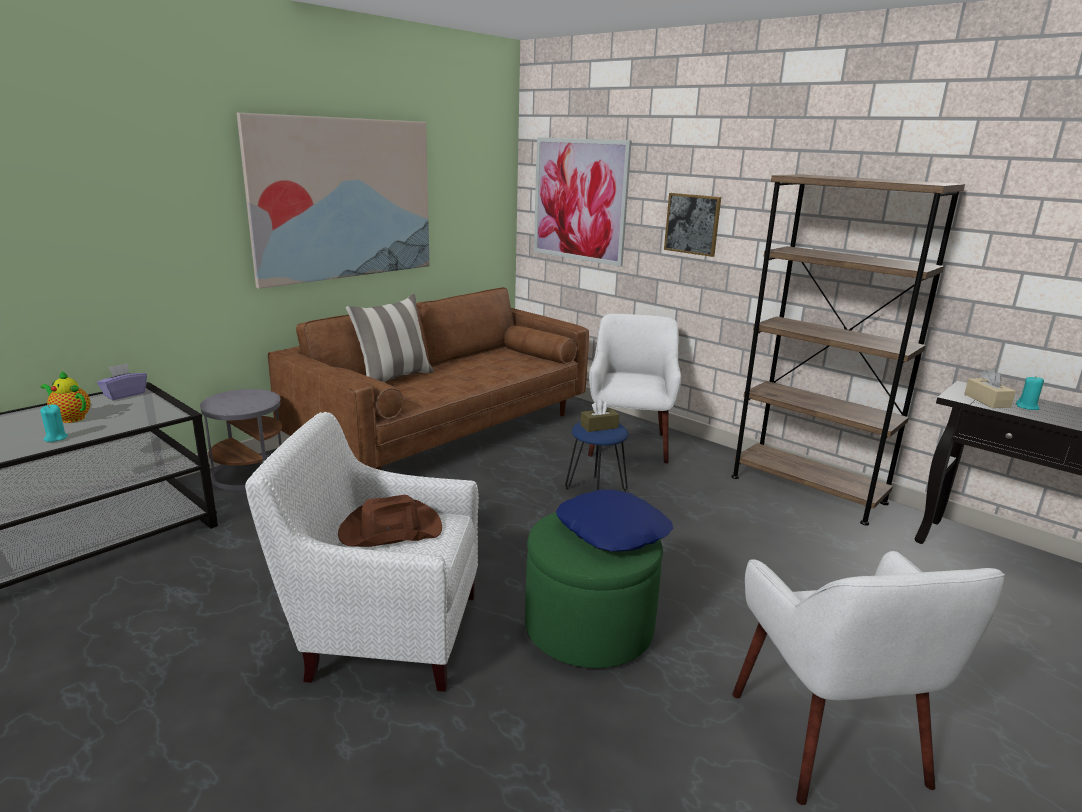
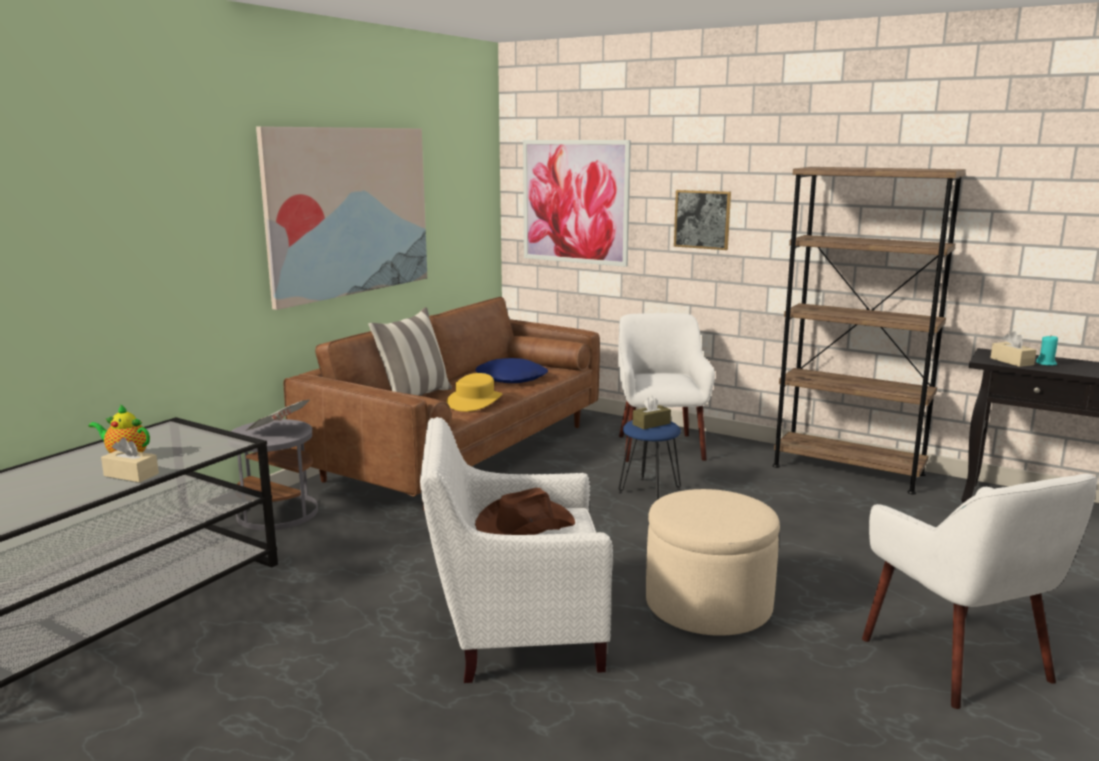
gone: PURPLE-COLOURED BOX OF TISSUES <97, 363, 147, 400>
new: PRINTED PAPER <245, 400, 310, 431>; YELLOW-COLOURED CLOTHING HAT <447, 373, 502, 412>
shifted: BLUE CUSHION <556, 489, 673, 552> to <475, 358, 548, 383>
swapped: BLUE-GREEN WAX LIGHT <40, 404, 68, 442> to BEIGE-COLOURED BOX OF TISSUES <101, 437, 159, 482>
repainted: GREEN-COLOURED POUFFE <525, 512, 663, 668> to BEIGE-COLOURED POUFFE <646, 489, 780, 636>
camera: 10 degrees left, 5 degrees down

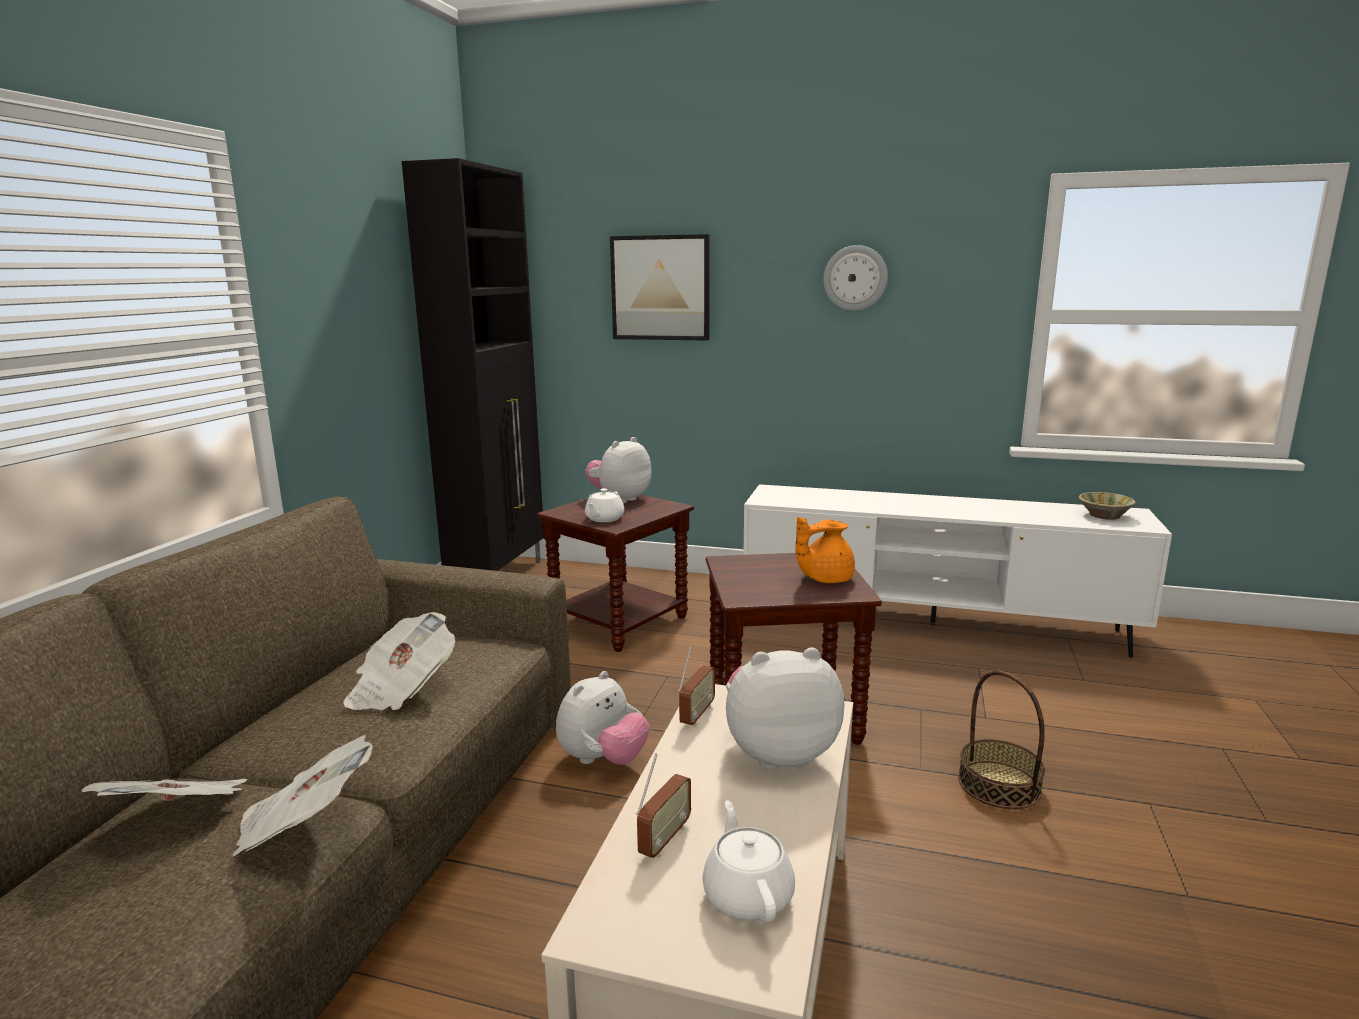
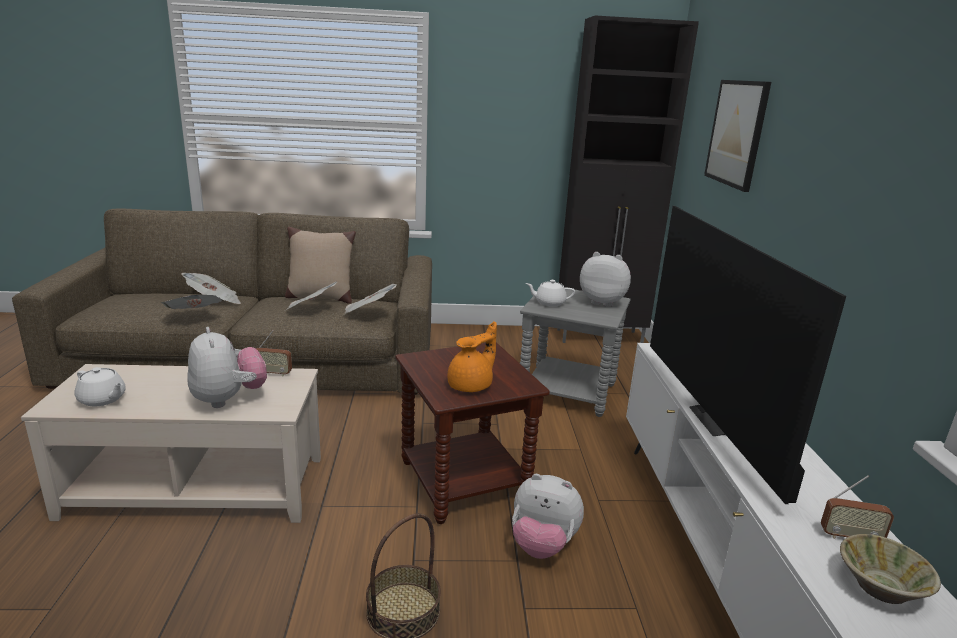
gone: WALL CLOCK <823, 245, 888, 311>
new: BEIGE-COLOURED CUSHION <285, 227, 356, 304>; PRINTED PAPER <345, 283, 397, 314>; TV SET <650, 206, 846, 504>
shifted: SOFT TOY <556, 671, 649, 765> to <512, 474, 584, 559>; RADIO <636, 753, 691, 858> to <821, 475, 894, 539>
repainted: BROWN-COLOURED END TABLE <537, 494, 694, 652> to GREY END TABLE <520, 289, 630, 417>
rotated: WHITE POT FOR TEA <702, 800, 795, 922> = <74, 367, 126, 407> 60 degrees clockwise; ORANGE-COLOURED POT FOR TEA <795, 517, 855, 583> = <448, 321, 497, 392> 90 degrees clockwise
camera: 70 degrees right, 5 degrees up

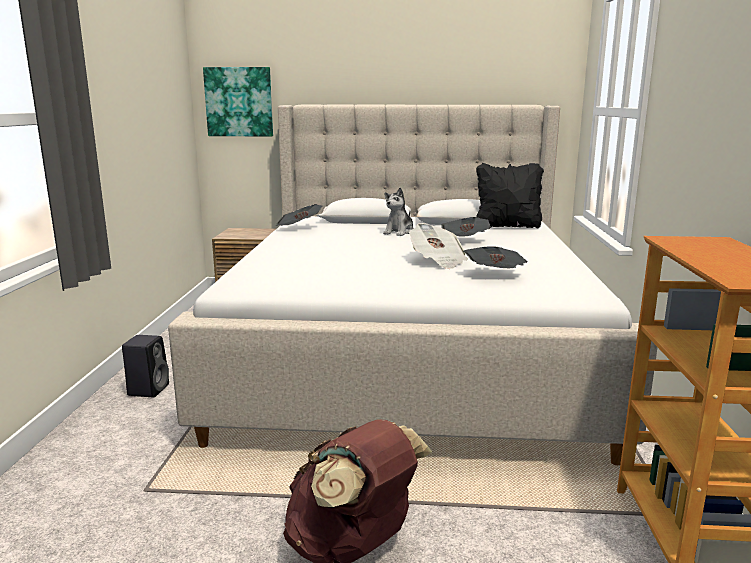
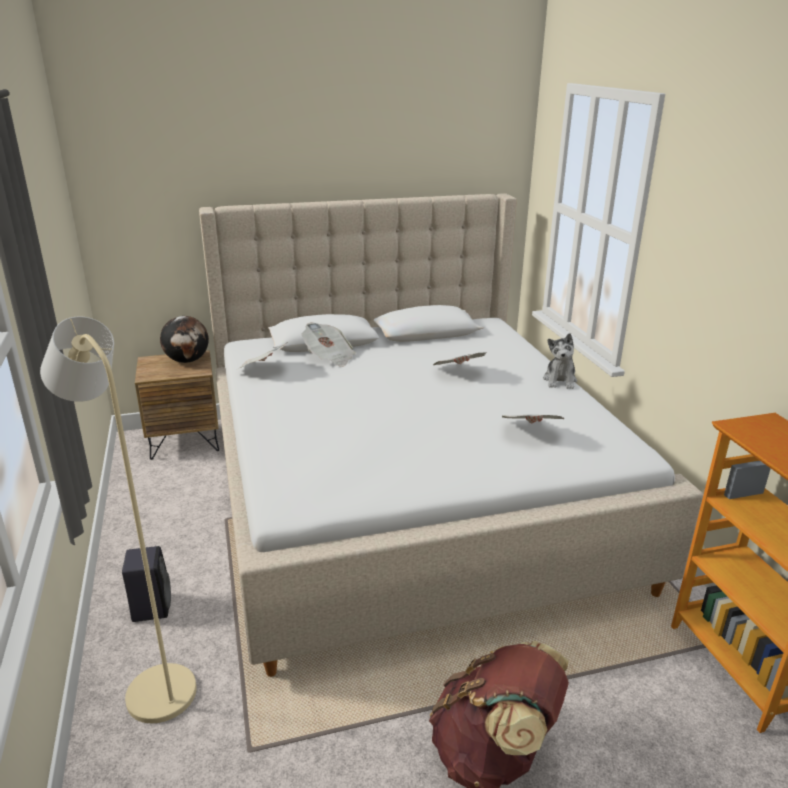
gone: PICTURE <203, 67, 273, 137>; BLACK-COLOURED CUSHION <476, 163, 544, 229>
new: BEIGE-COLOURED FLOOR LAMP <40, 317, 197, 723>; DESK GLOBE <160, 316, 209, 363>
shifted: SOFT TOY <383, 187, 414, 236> to <543, 333, 577, 389>; PRINTED PAPER <409, 223, 468, 269> to <301, 322, 356, 367>
camera: 20 degrees left, 10 degrees up

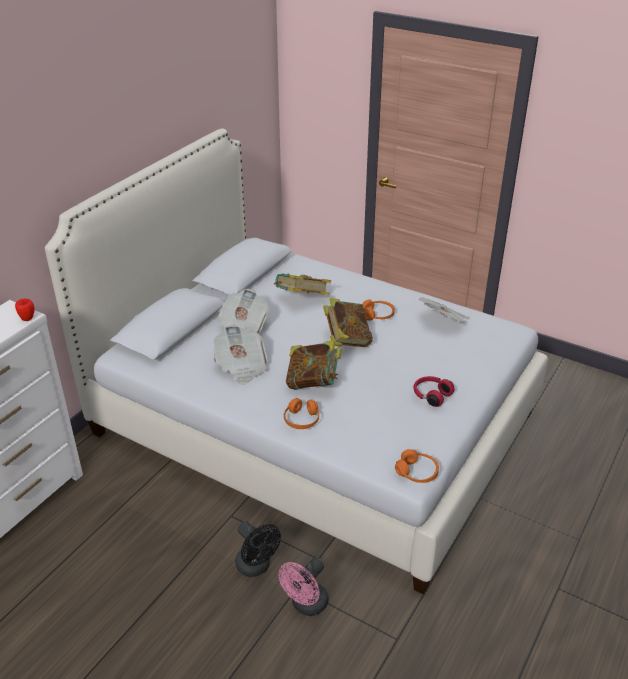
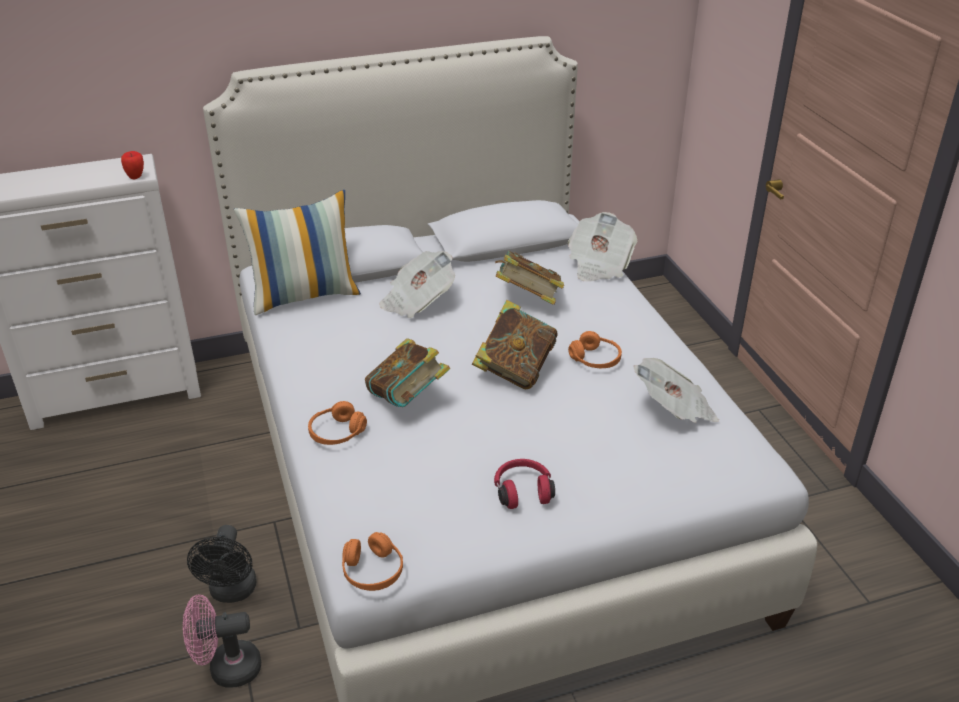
new: CUSHION <234, 190, 361, 315>
shifted: PRINTED PAPER <213, 325, 268, 385> to <568, 212, 637, 282>
camera: 40 degrees right, 0 degrees up

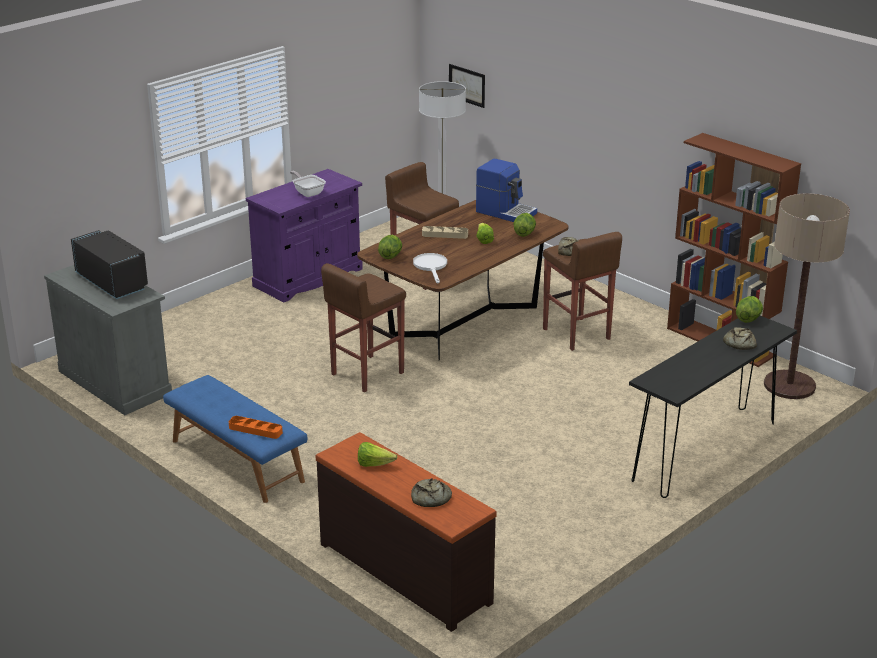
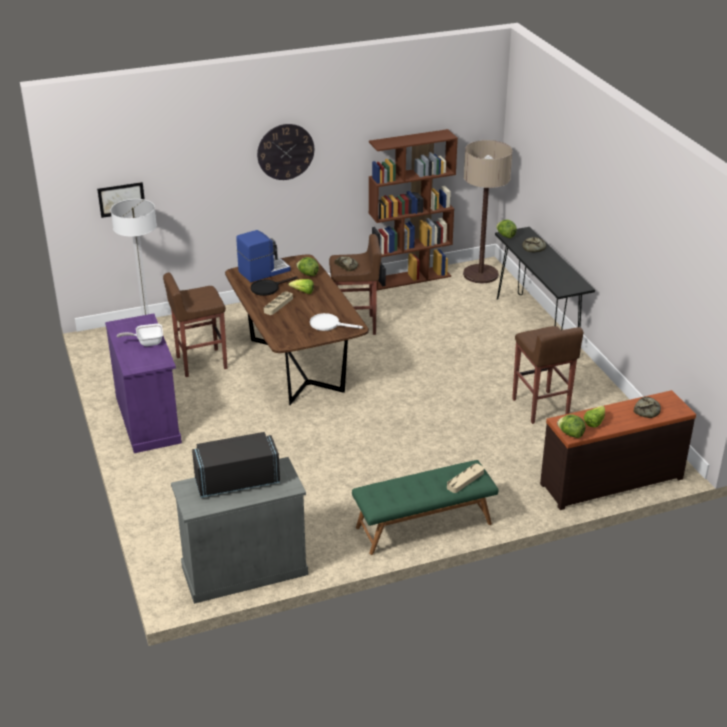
new: BLACK-COLOURED FRYING PAN <251, 276, 298, 296>; WALL CLOCK <257, 124, 314, 180>
shifted: BROWN-COLOURED STOOL SEAT <321, 263, 406, 392> to <512, 326, 583, 424>; LETTUCE <378, 235, 402, 259> to <557, 414, 586, 438>
repainted: BLUE LONG SEAT <163, 375, 307, 503> to GREEN-COLOURED LONG SEAT <352, 460, 499, 555>; ORANGE-COLOURED SERVING TRAY <229, 416, 283, 439> to BEIGE-COLOURED SERVING TRAY <447, 463, 484, 493>
camera: 65 degrees left, 5 degrees up

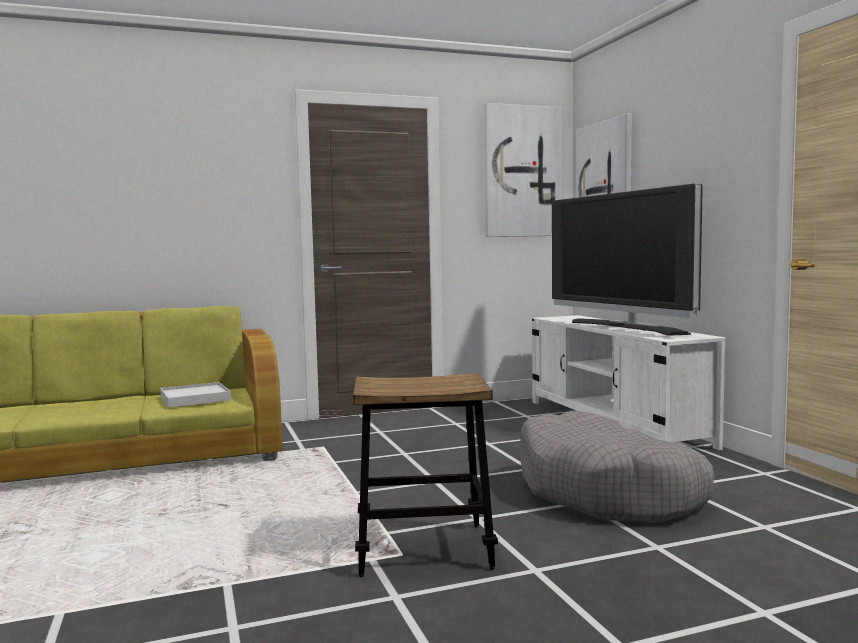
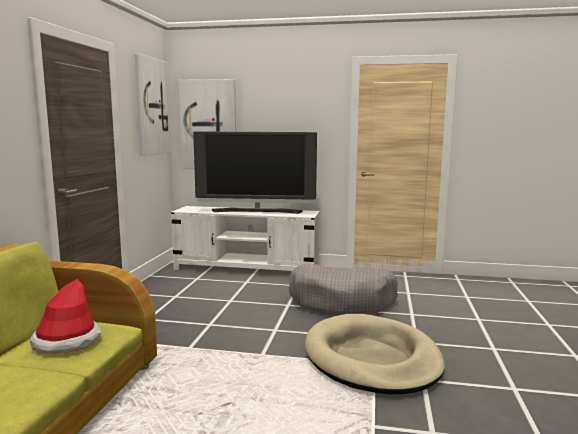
swapped: WHITE SERVING TRAY <160, 382, 231, 407> to CLOTHING HAT <30, 279, 101, 354>; STOOL SEAT <353, 373, 498, 577> to BEIGE-COLOURED PET BED <305, 314, 445, 394>
camera: 60 degrees left, 5 degrees up

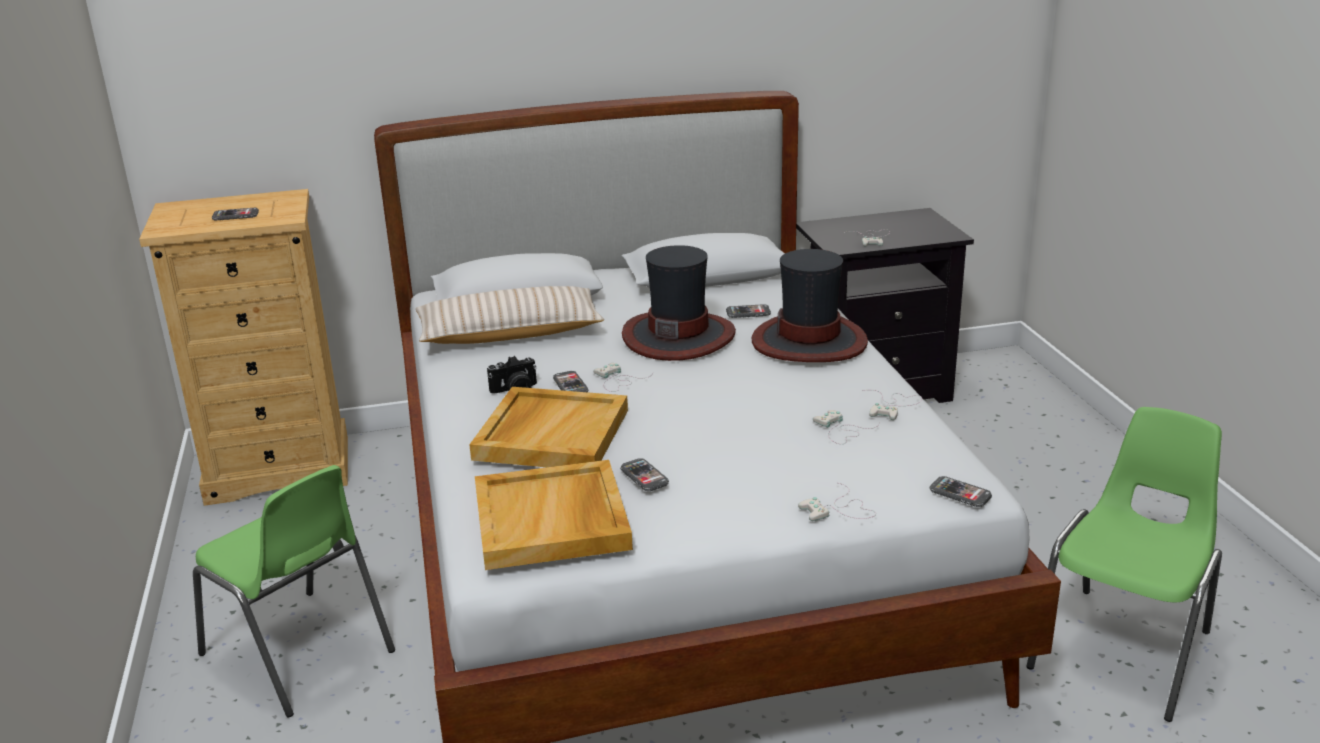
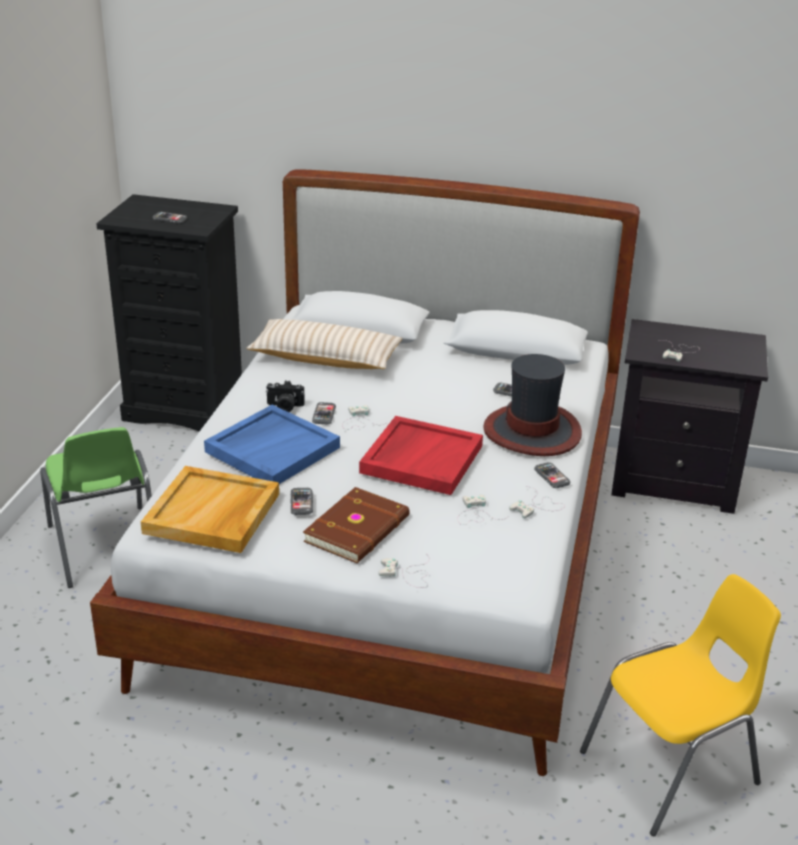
gone: CLOTHING HAT <622, 245, 736, 361>
new: BROWN-COLOURED BOOK <303, 487, 410, 563>; RED-COLOURED SERVING TRAY <359, 416, 483, 495>
shifted: TELEPHONE <930, 476, 992, 507> to <534, 462, 570, 488>
repainted: BEIGE-COLOURED CHEST OF DRAWERS <139, 189, 348, 506> to BLACK-COLOURED CHEST OF DRAWERS <96, 194, 242, 431>; BEIGE-COLOURED SERVING TRAY <469, 387, 628, 467> to BLUE SERVING TRAY <204, 405, 340, 484>; GREEN-COLOURED PLAIN CHAIR <1026, 407, 1222, 722> to YELLOW-COLOURED PLAIN CHAIR <580, 574, 781, 836>
camera: 25 degrees right, 5 degrees up

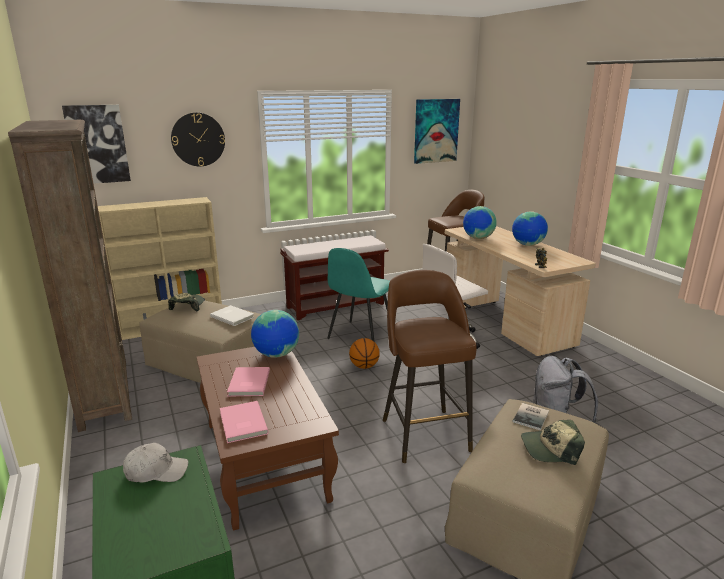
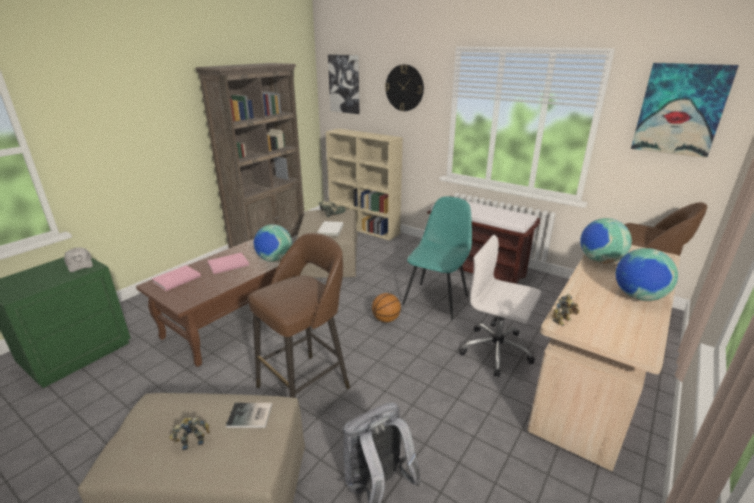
swapped: PEAKED CAP <521, 420, 585, 465> to TOY ROBOT <169, 417, 210, 450>
rotated: BLUE-GREEN PLAIN CHAIR <327, 248, 390, 341> = <402, 196, 472, 320> 120 degrees clockwise
camera: 60 degrees right, 5 degrees up

